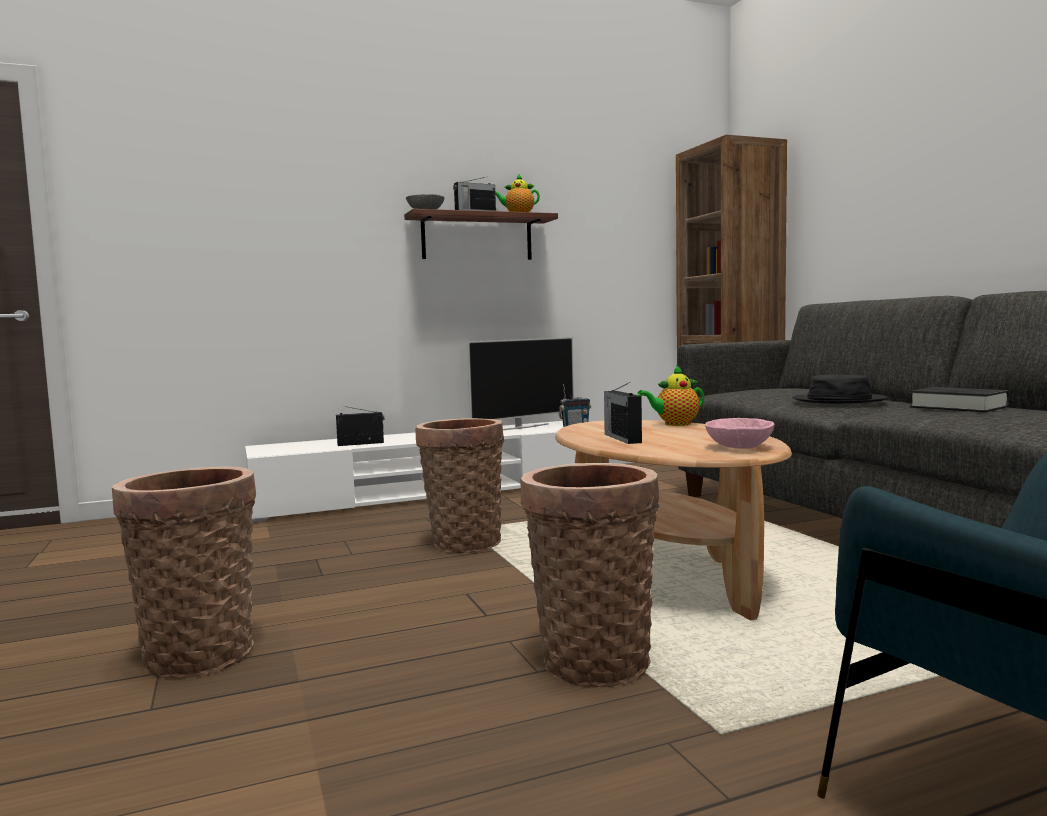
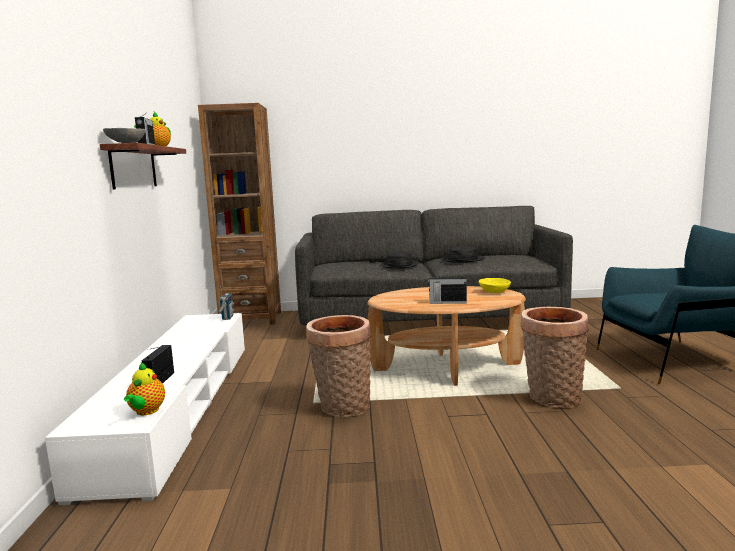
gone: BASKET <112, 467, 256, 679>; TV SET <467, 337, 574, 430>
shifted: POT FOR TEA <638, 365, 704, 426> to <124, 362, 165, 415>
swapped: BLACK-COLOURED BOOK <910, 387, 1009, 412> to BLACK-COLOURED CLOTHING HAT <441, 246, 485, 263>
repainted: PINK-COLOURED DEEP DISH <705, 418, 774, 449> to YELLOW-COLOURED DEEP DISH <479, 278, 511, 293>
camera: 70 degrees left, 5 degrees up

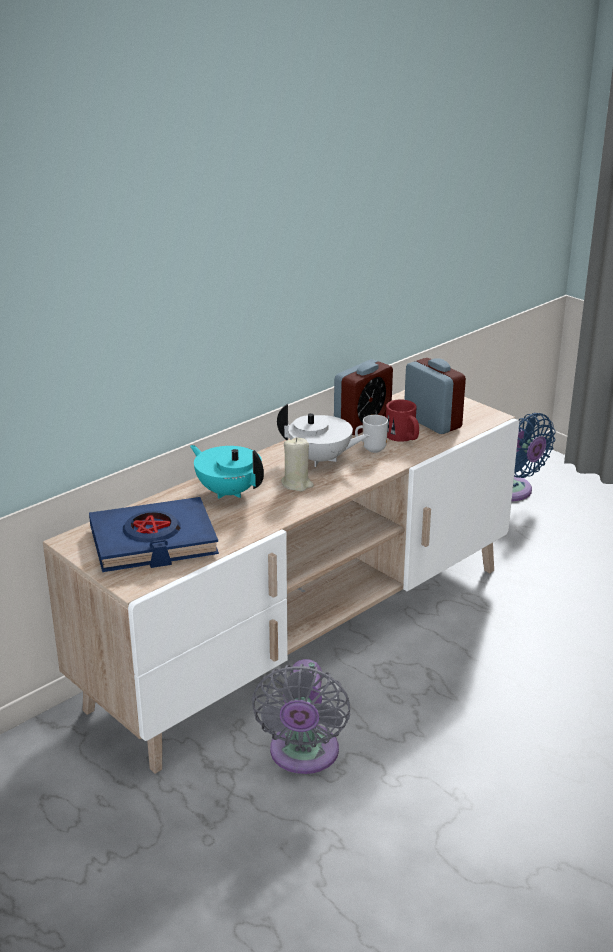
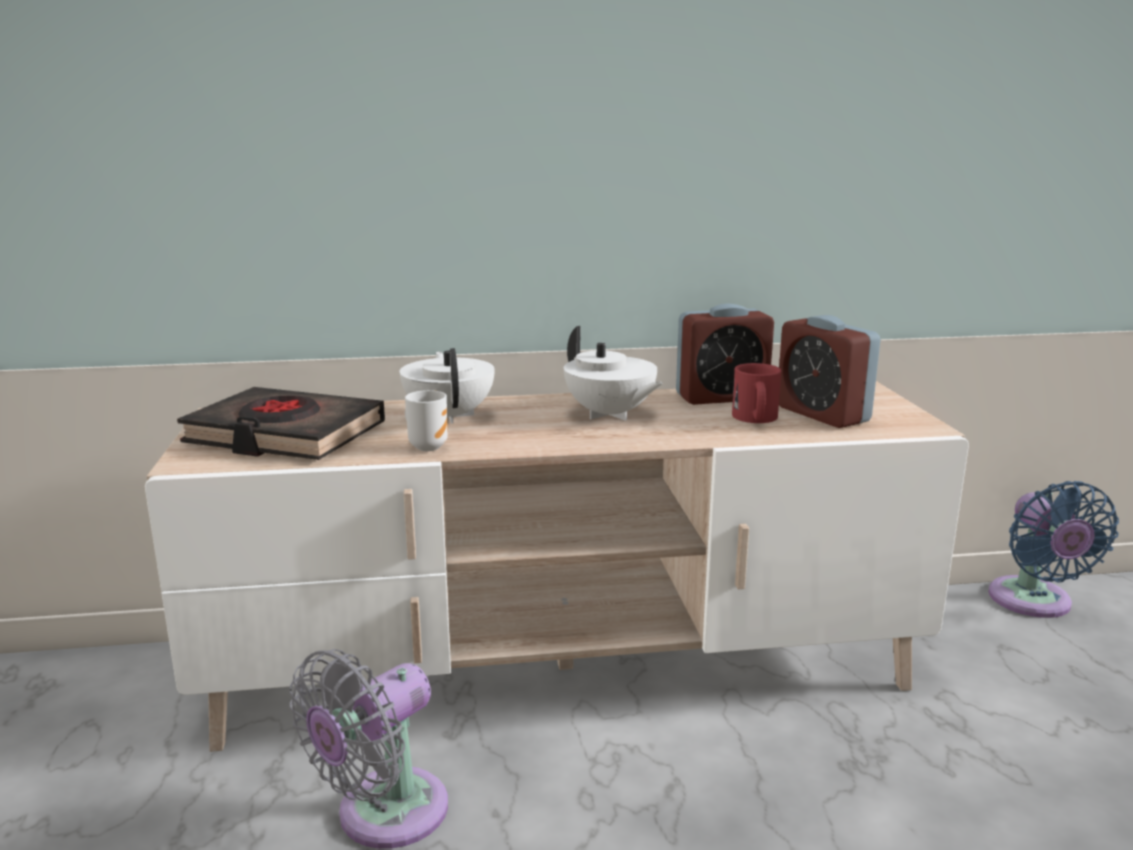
gone: BEIGE-COLOURED WAX LIGHT <281, 437, 314, 491>
shifted: COFFEE MUG <355, 415, 388, 453> to <405, 390, 448, 451>
repainted: BLUE BOOK <89, 497, 219, 572> to BLACK-COLOURED BOOK <177, 387, 385, 460>; BLUE-GREEN POT FOR TEA <190, 445, 264, 499> to WHITE POT FOR TEA <400, 348, 495, 424>
rotated: ALARM CLOCK <404, 358, 466, 434> = <779, 315, 880, 428> 150 degrees clockwise
camera: 35 degrees right, 10 degrees down

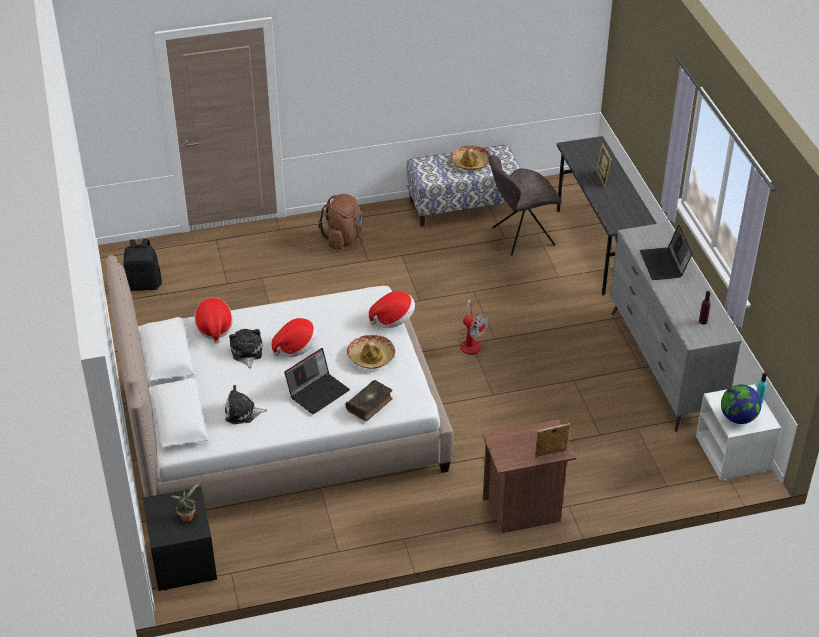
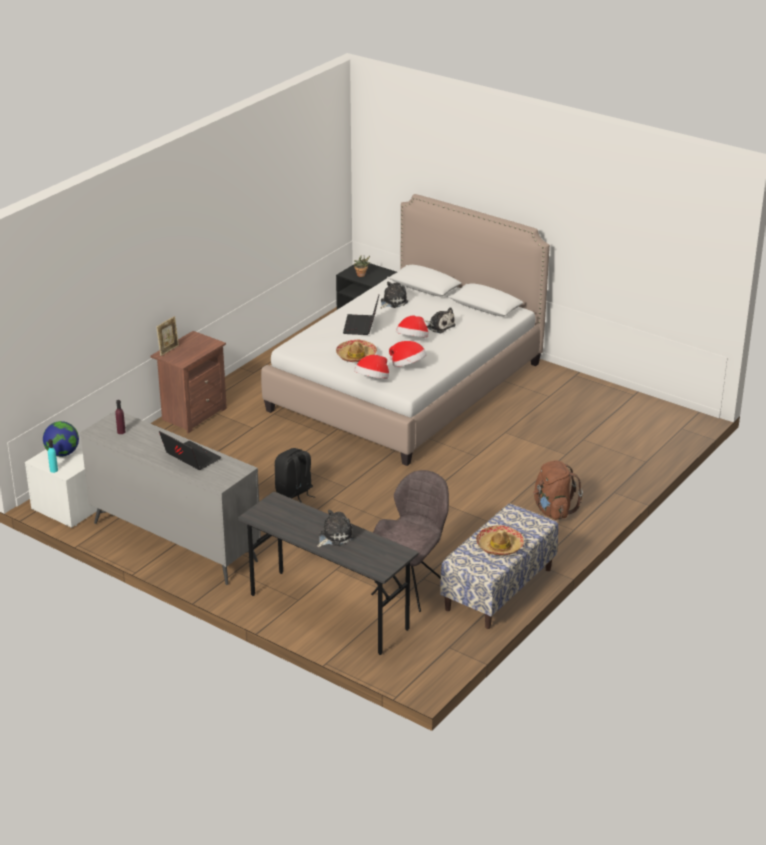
gone: BOOK <345, 380, 393, 421>; FAN <458, 299, 488, 355>
shifted: BLACK-COLOURED RUCKSACK <123, 239, 162, 291> to <275, 448, 315, 503>; CLOTHING HAT <194, 298, 233, 344> to <389, 341, 427, 367>
swapped: PHOTO FRAME <596, 143, 612, 187> to SOFT TOY <317, 510, 355, 547>
camera: 140 degrees right, 10 degrees down

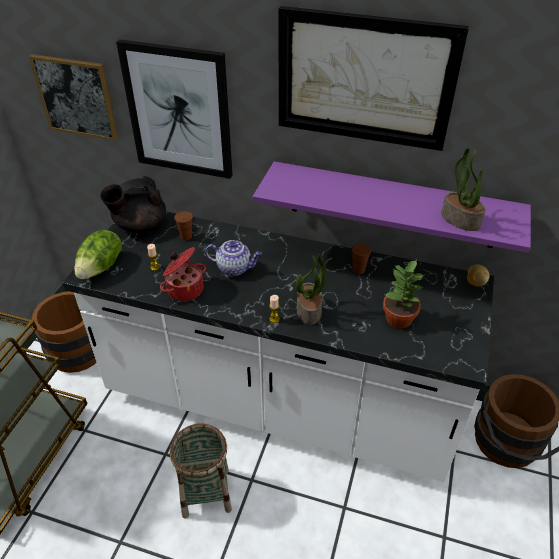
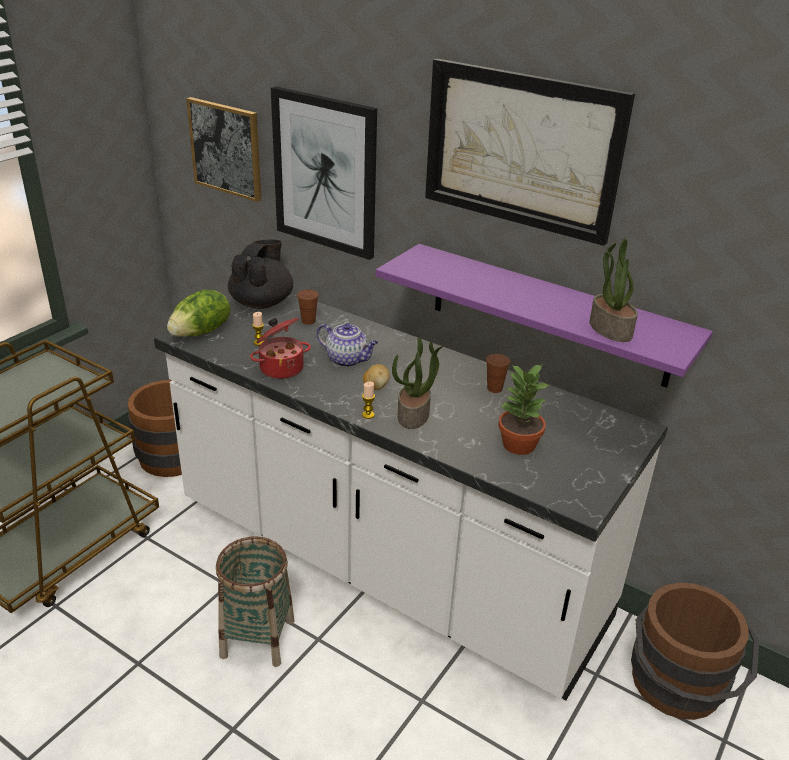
shifted: POTATO <467, 265, 490, 286> to <363, 364, 390, 390>
rotated: BLACK-COLOURED POT FOR TEA <100, 176, 166, 233> = <228, 240, 293, 309> 120 degrees clockwise
camera: 15 degrees right, 10 degrees down

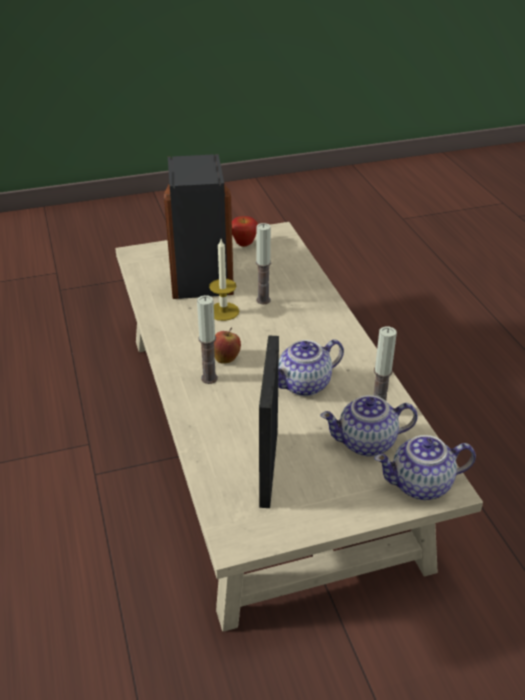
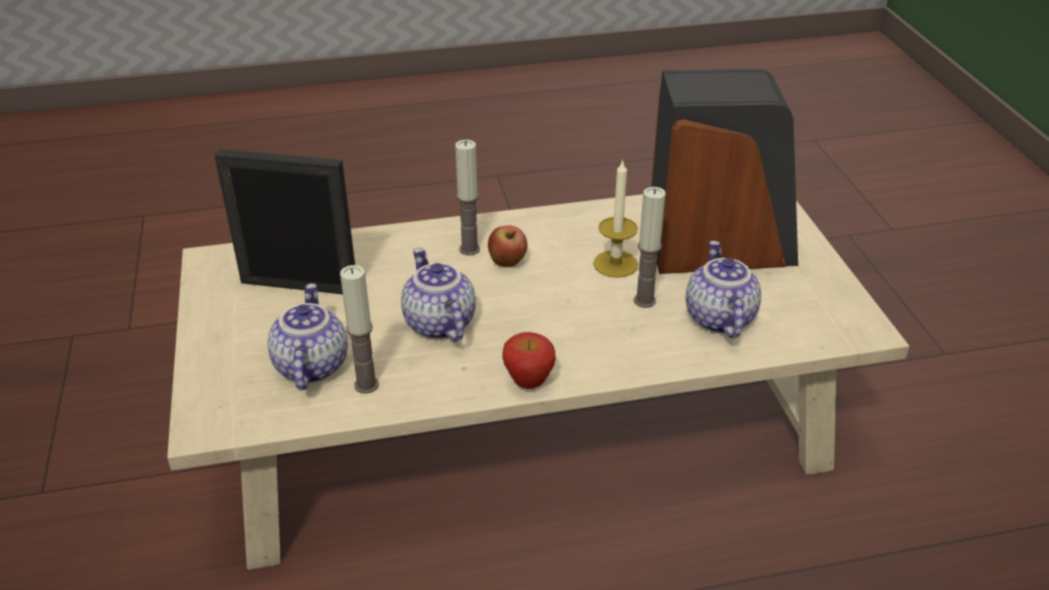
shifted: APPLE FRUIT <232, 216, 258, 247> to <502, 332, 556, 389>; POT FOR TEA <374, 435, 476, 500> to <686, 241, 761, 338>
camera: 95 degrees right, 0 degrees up

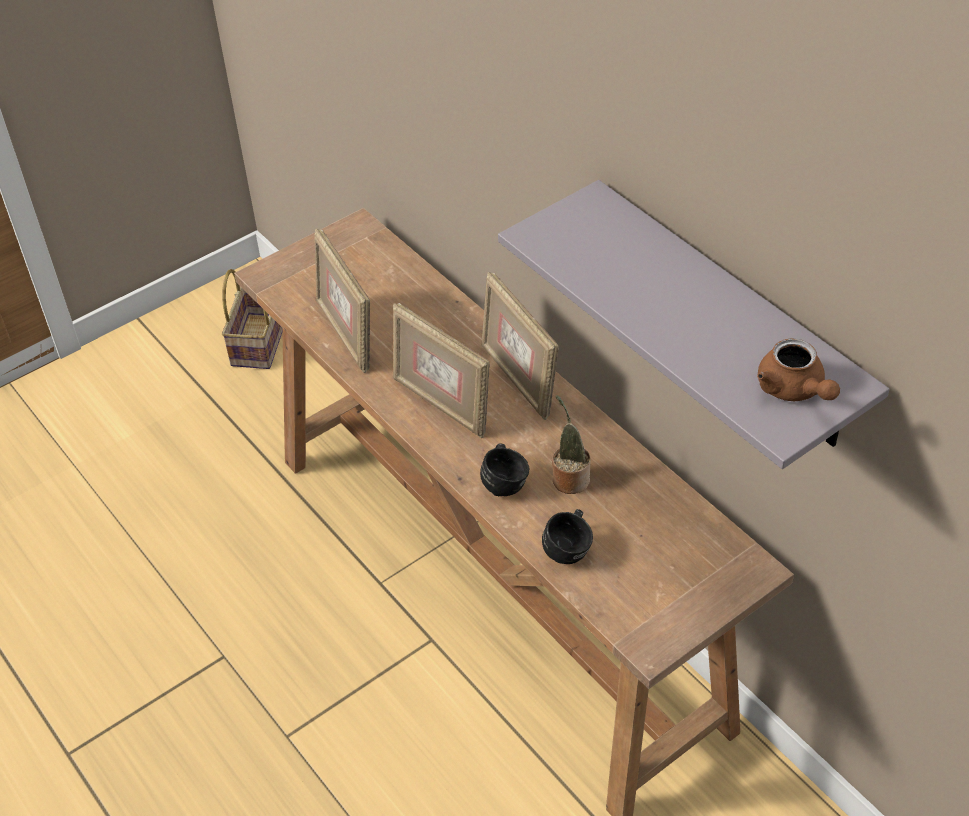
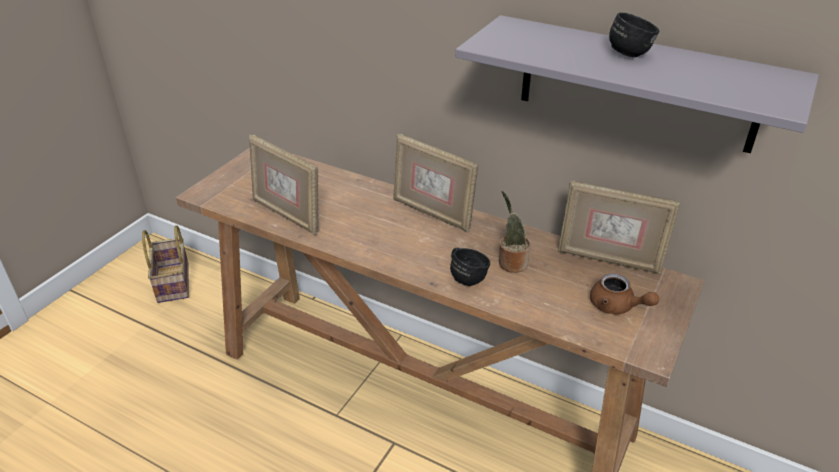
shifted: PHOTO FRAME <393, 303, 490, 438> to <558, 181, 680, 274>; BLACK-COLOURED COFFEE MUG <542, 509, 593, 564> to <609, 13, 659, 58>; BROWN-COLOURED POT FOR TEA <757, 338, 840, 401> to <590, 273, 659, 314>
camera: 25 degrees left, 10 degrees down

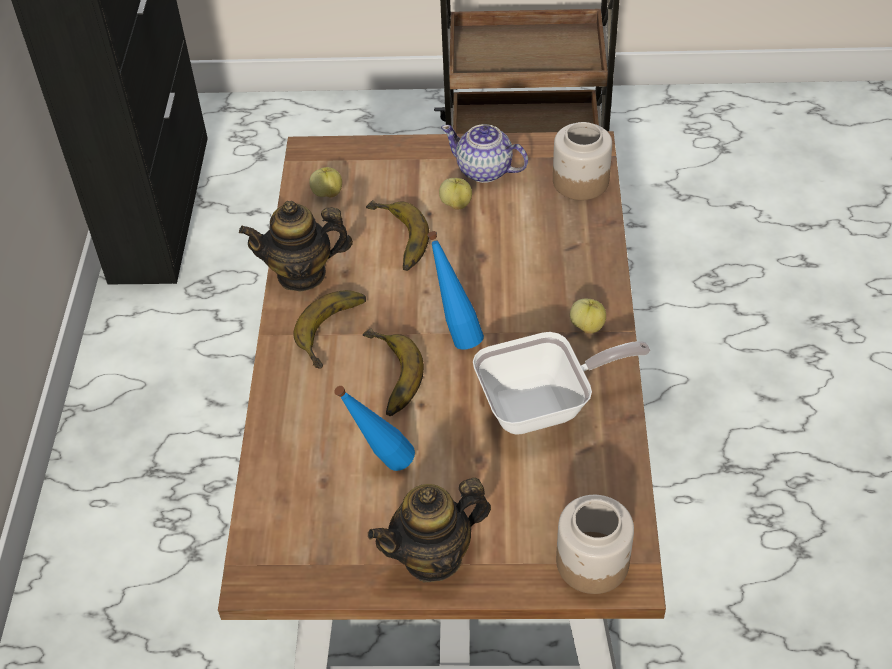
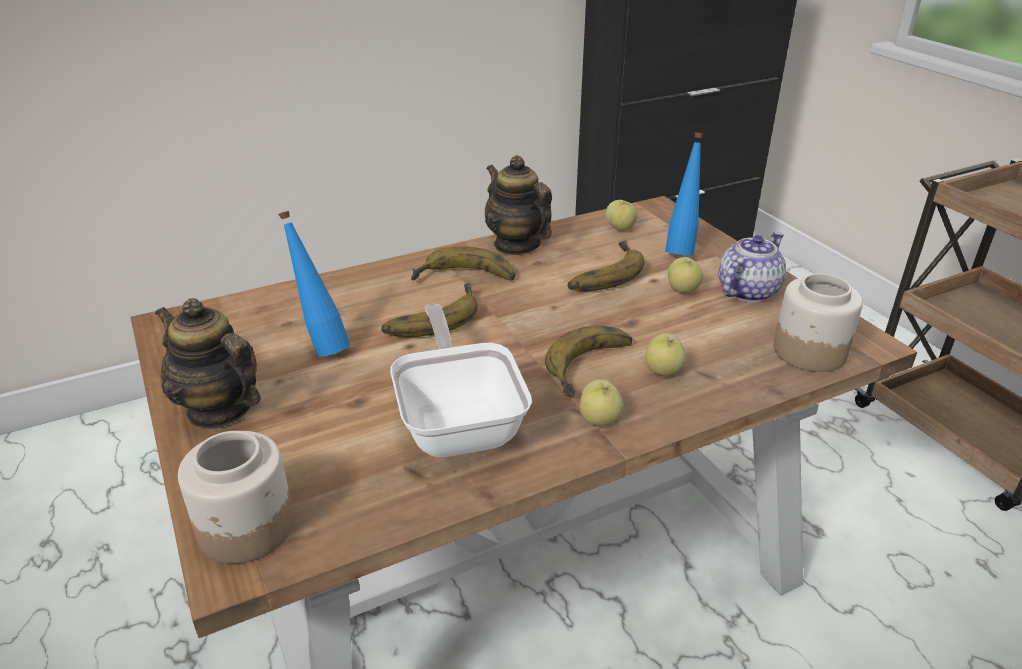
new: BANANA <545, 326, 632, 397>; APPLE FRUIT <645, 333, 686, 376>
shifted: BLUE BOTTLE <427, 231, 484, 349> to <665, 132, 704, 255>
rotated: POT FOR TEA <441, 124, 528, 183> = <719, 232, 786, 302> 45 degrees clockwise; FRYING PAN <473, 332, 650, 435> = <390, 304, 532, 458> 150 degrees counterclockwise
camera: 60 degrees right, 15 degrees down

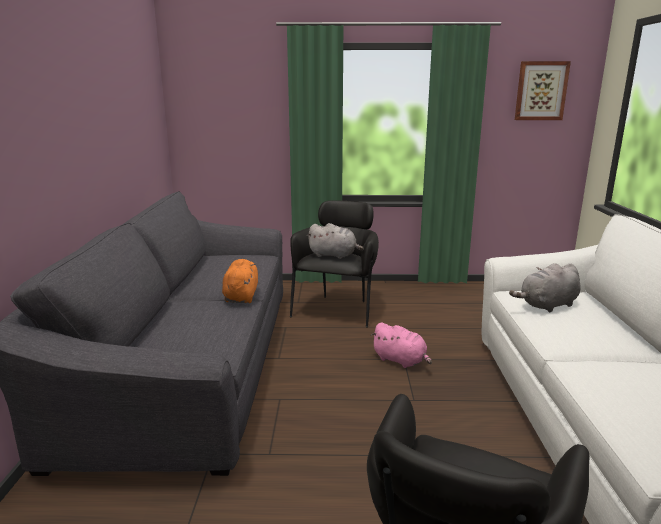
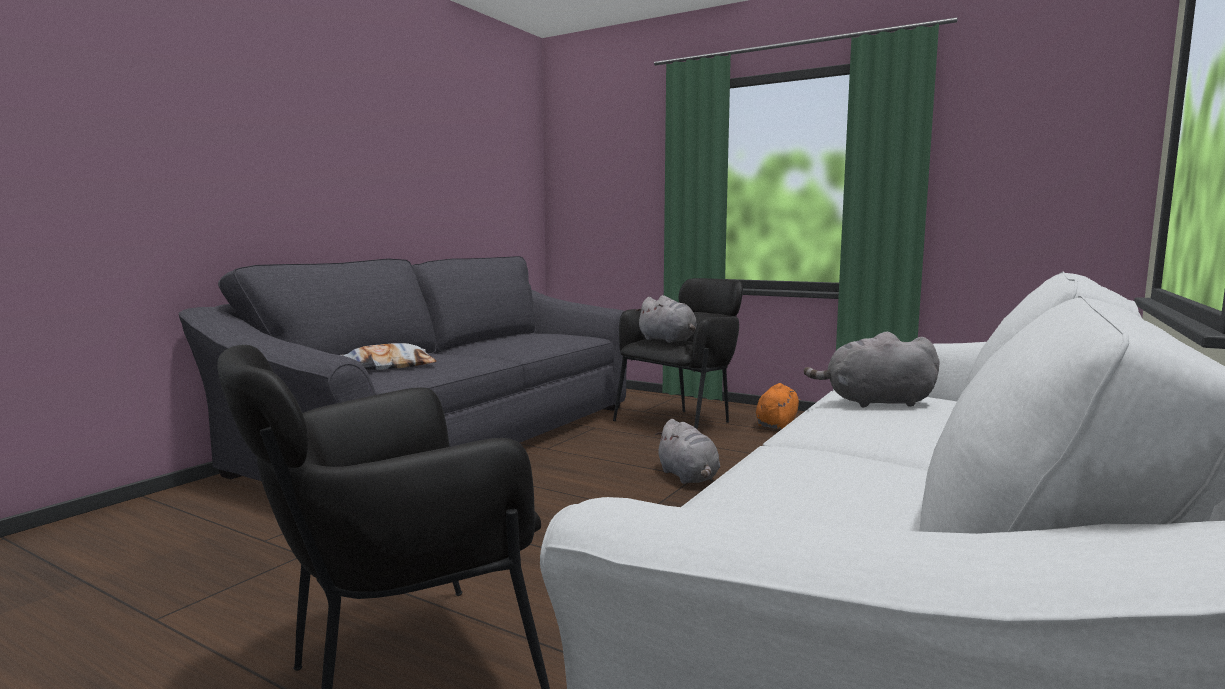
gone: PICTURE <515, 61, 571, 120>
new: CUSHION <342, 343, 437, 370>
shifted: ORANGE-COLOURED SOFT TOY <222, 259, 258, 303> to <756, 383, 801, 429>
repainted: PINK-COLOURED SOFT TOY <371, 322, 432, 368> to GREY SOFT TOY <655, 419, 720, 484>
camera: 30 degrees right, 10 degrees down

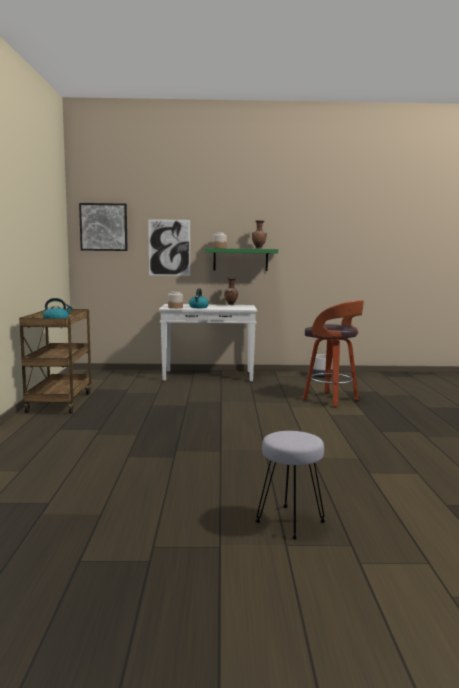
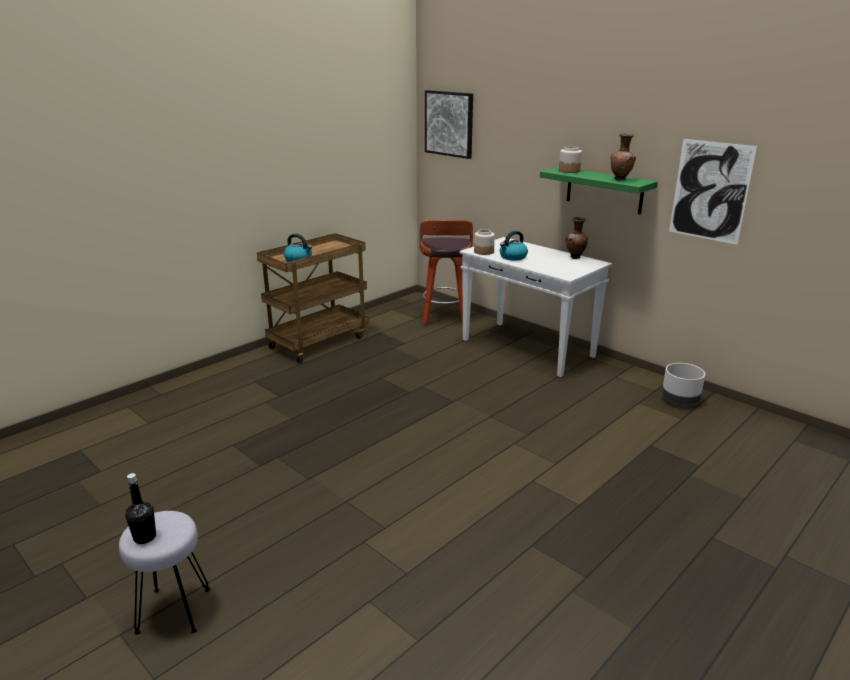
new: BLACK-COLOURED BOTTLE <126, 473, 156, 544>
shifted: PICTURE <148, 219, 190, 276> to <669, 139, 757, 245>; STOOL SEAT <303, 300, 364, 407> to <419, 220, 473, 325>
camera: 45 degrees right, 15 degrees up

